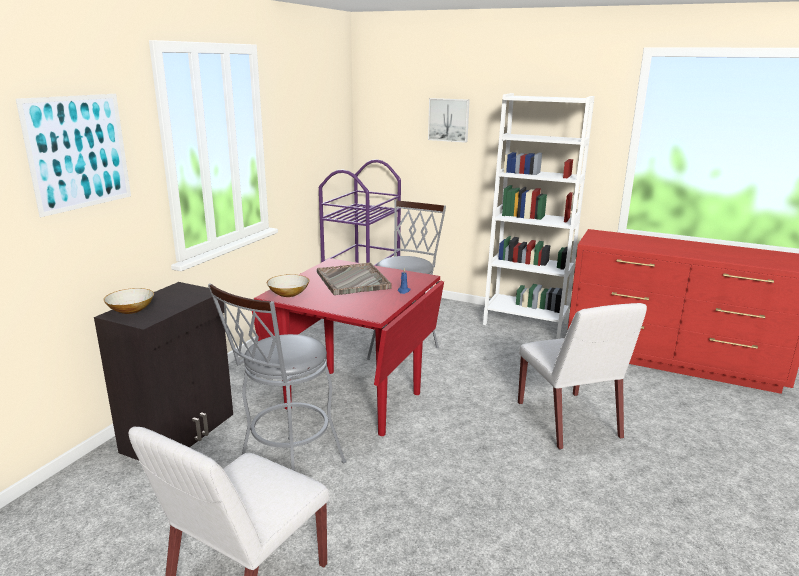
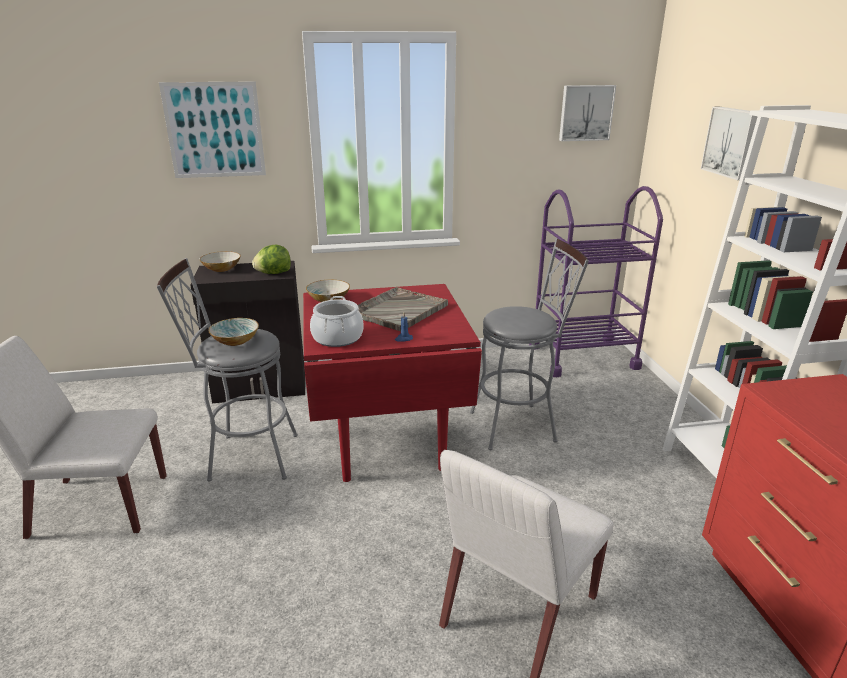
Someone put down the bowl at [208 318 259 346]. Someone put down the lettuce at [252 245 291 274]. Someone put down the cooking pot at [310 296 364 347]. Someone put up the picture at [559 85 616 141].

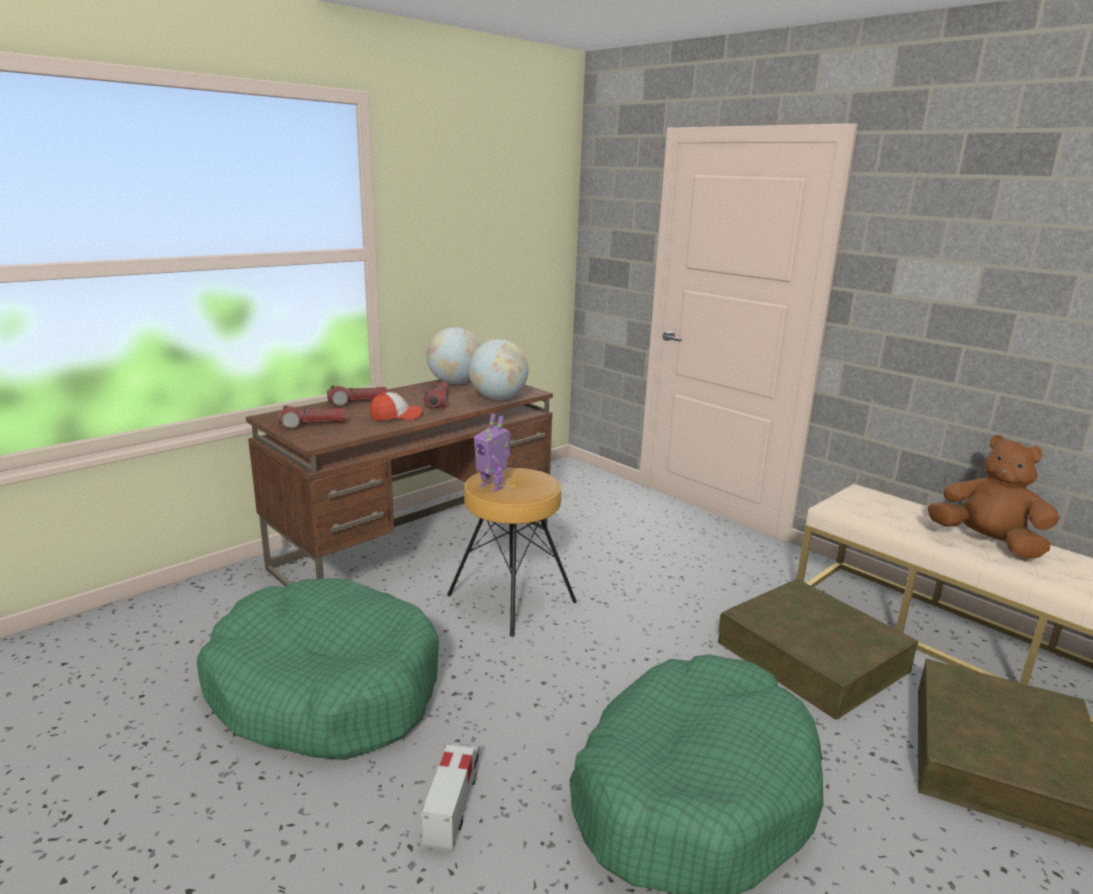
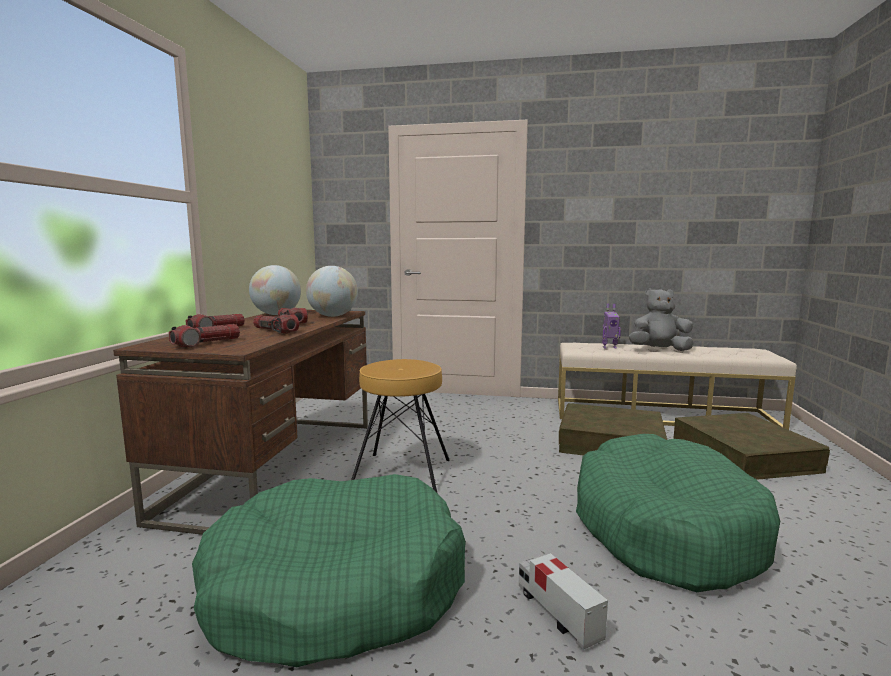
Someone swapped the cap at [370 392 422 421] for the flashlight at [253 315 299 334]. Someone carried the toy robot from [474 413 511 491] to [602 304 621 349]. Someone repainted the brown plush toy at [928 435 1059 558], which became the grey plush toy at [629 288 694 351].

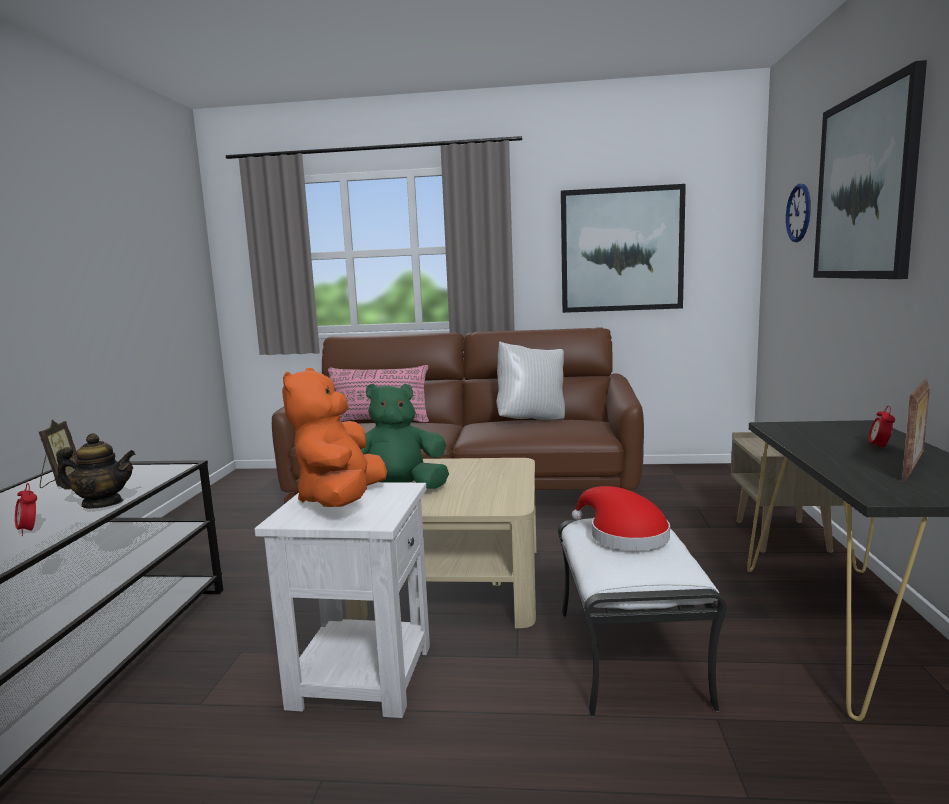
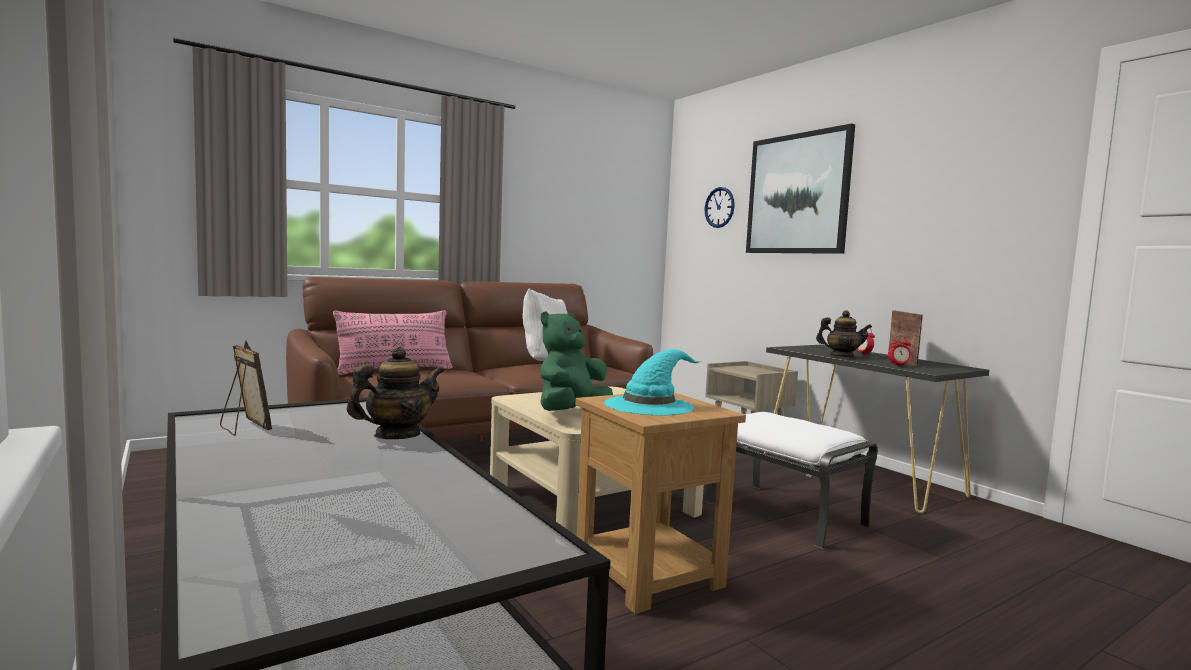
Someone repainted the white side table at [255 482 430 718], which became the brown side table at [575 393 746 614]. Someone swapped the orange plush toy at [282 368 387 507] for the turquoise hat at [604 349 703 415]. Someone put down the teapot at [816 310 872 357]. Someone carried the alarm clock from [15 483 37 536] to [888 336 911 367]. Someone took away the picture at [561 184 686 313]. Someone took away the red hat at [572 486 670 550].

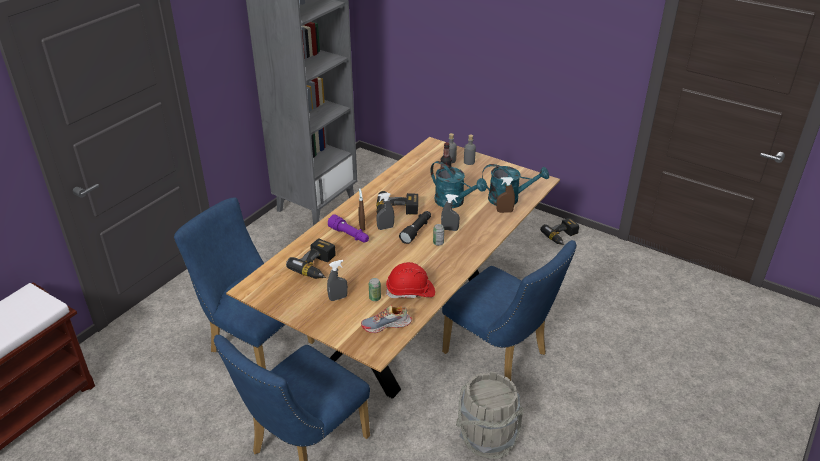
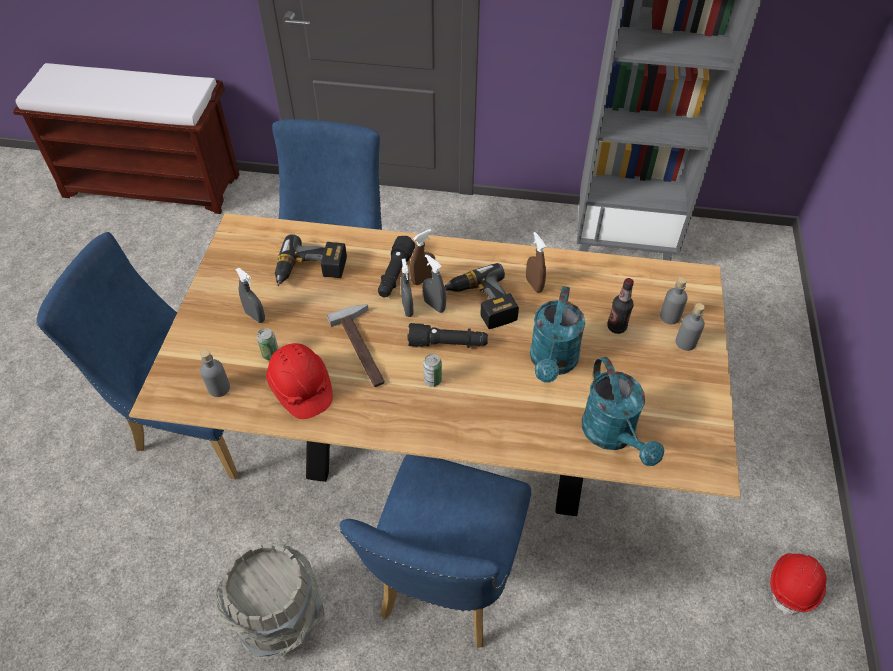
Someone swapped the shoe at [361 305 412 333] for the grey bottle at [200 349 230 397]. Someone put down the hammer at [327 304 384 387]. Someone repainted the purple flashlight at [328 214 369 242], which became the black flashlight at [378 236 415 297]. Someone carried the grey spray bottle from [441 194 460 231] to [401 259 414 317]. Someone carried the brown spray bottle from [497 177 515 213] to [526 232 546 293]. Someone swapped the power drill at [540 218 579 245] for the red hard hat at [770 553 826 615].

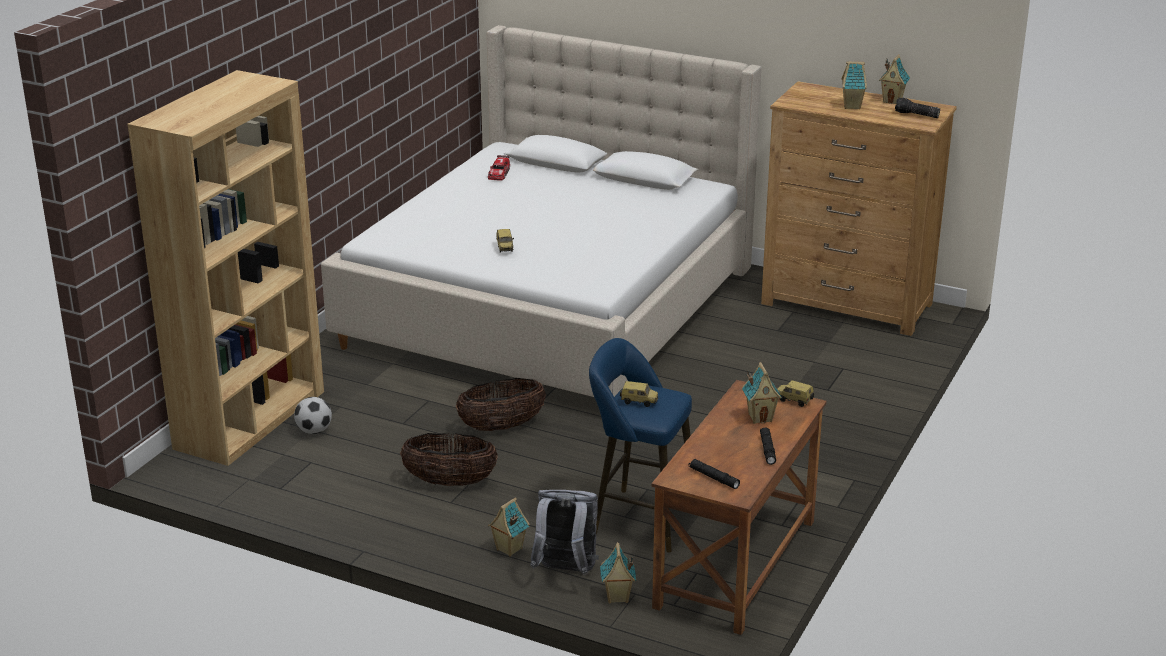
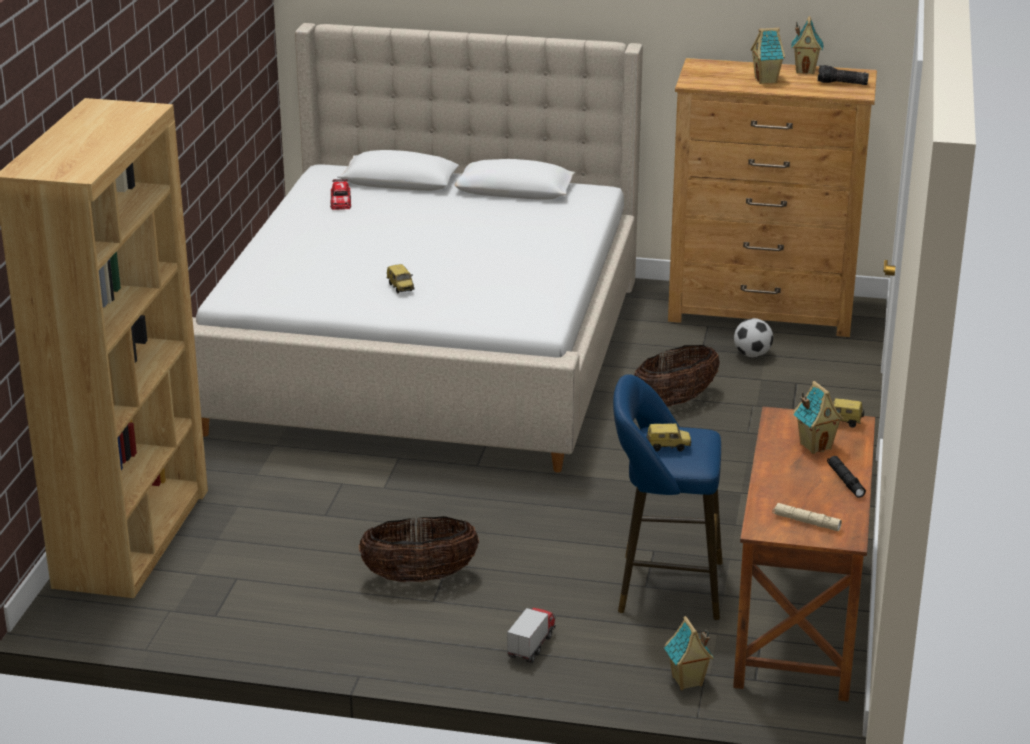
Someone swapped the toy house at [488 498 530 557] for the toy truck at [507 608 556 663]. Someone carried the basket from [456 378 546 431] to [634 345 720 407]. Someone carried the football from [294 397 332 434] to [734 318 773 357]. Someone repainted the black flashlight at [689 459 740 489], which became the beige flashlight at [772 503 842 531]. Someone took away the grey backpack at [530 490 599 575].

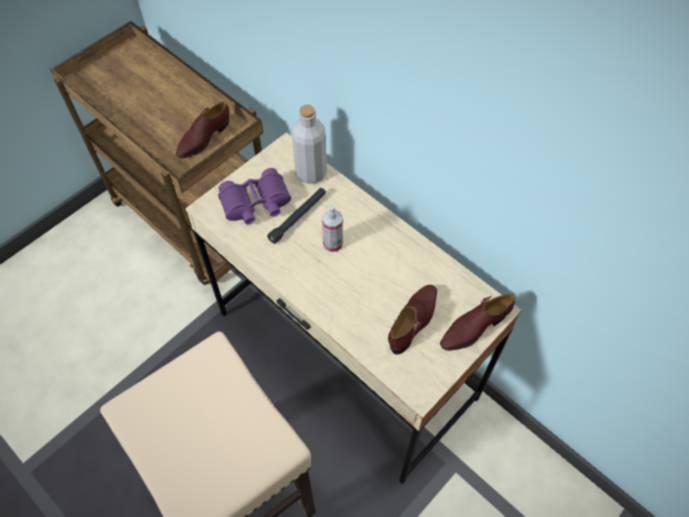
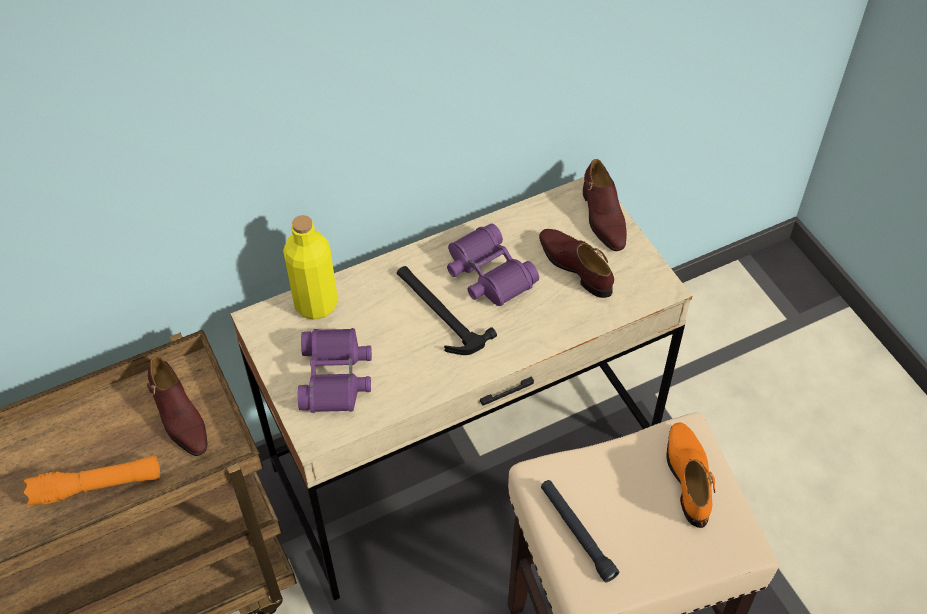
Someone put down the orange flashlight at [24 456 160 505]. Someone repainted the grey bottle at [292 105 327 184], which became the yellow bottle at [283 215 338 320]. Someone swapped the spray bottle at [322 205 343 252] for the hammer at [397 266 497 355]. Someone put down the purple binoculars at [447 223 539 306]. Someone carried the black flashlight from [267 188 326 244] to [541 480 619 582]. Someone put down the orange shoe at [667 422 715 528].

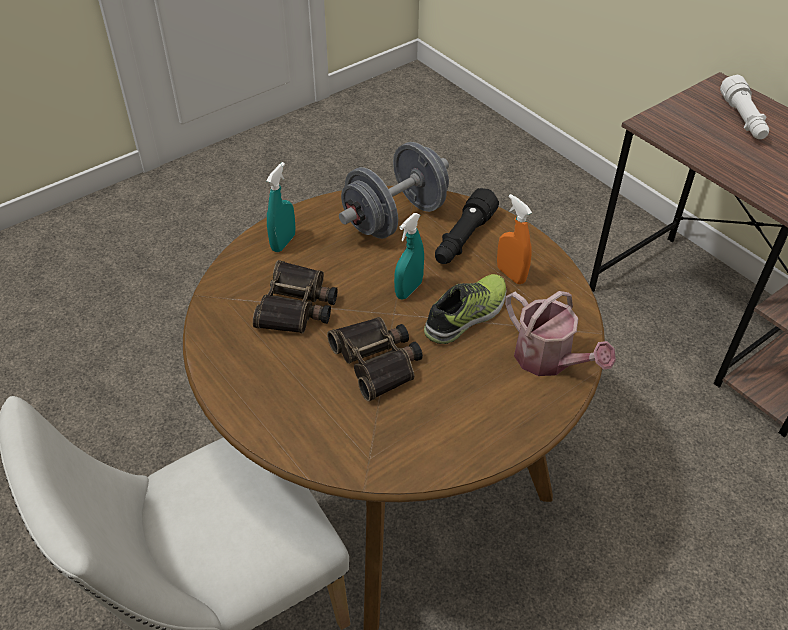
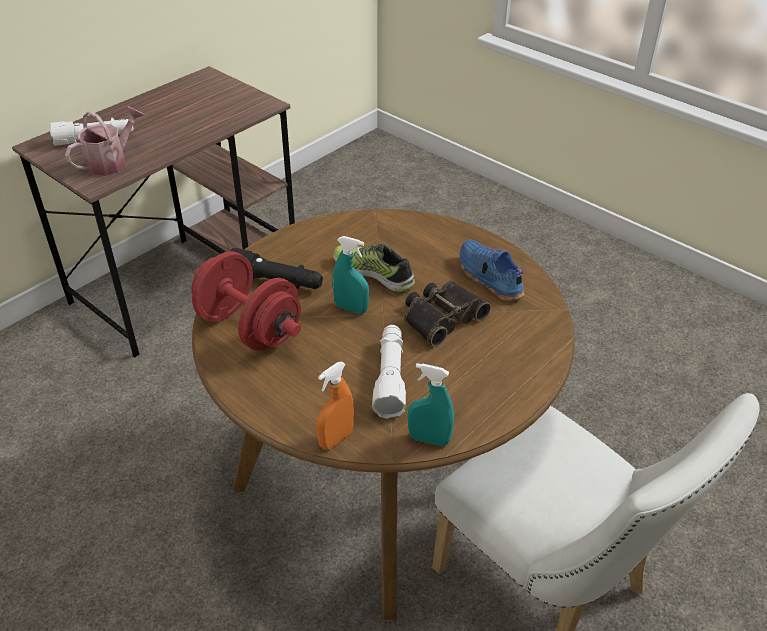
Someone carried the watering can from [505 291 616 376] to [65 106 144 176]. Someone repainted the grey dumbbell at [339 142 449 239], which became the red dumbbell at [191 251 301 351]. Someone carried the orange spray bottle from [497 194 532 284] to [317 362 354 450]. Someone swapped the binoculars at [253 260 338 334] for the white flashlight at [372 325 406 419]. Someone carried the turquoise spray bottle from [266 162 295 252] to [408 363 454 446]. Someone put down the blue shoe at [459 240 525 301].

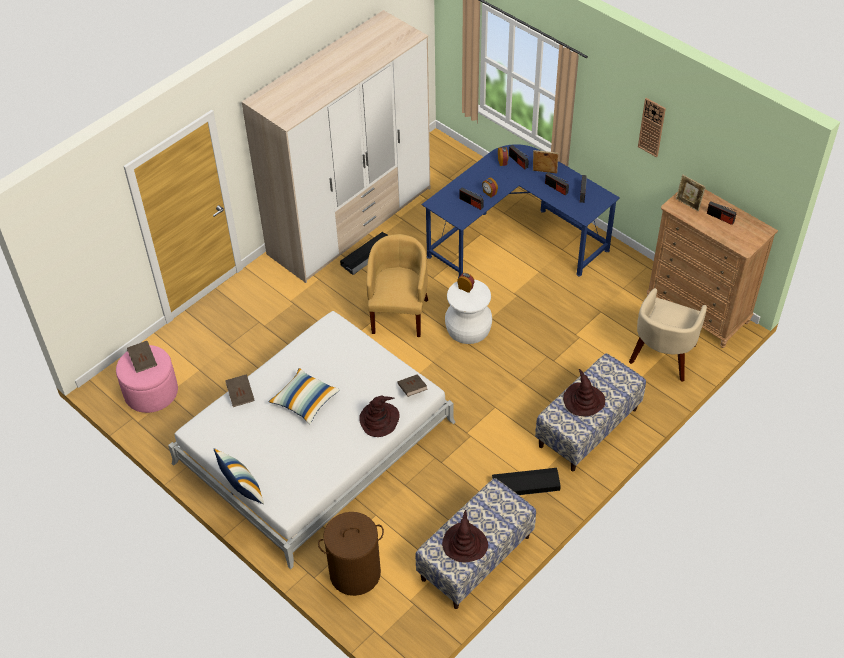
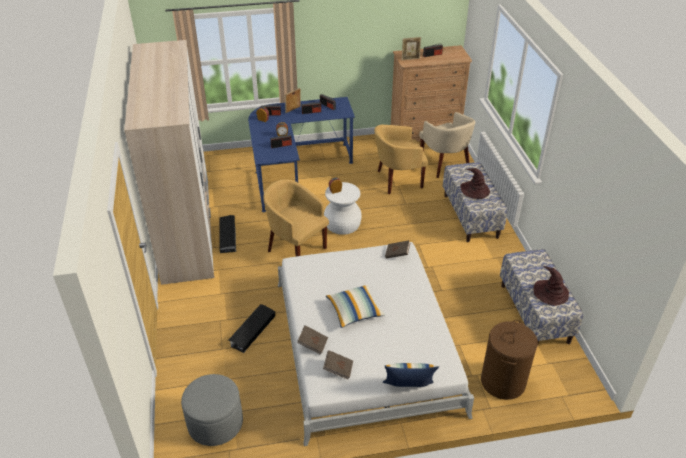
Someone repainted the pink ottoman at [116 345 178 413], which became the grey ottoman at [181 374 243 446]. Someone carried the black storage box from [492 468 561 495] to [228 304 275 353]. Someone carried the brown book from [127 341 157 373] to [323 350 353 379]. Someone put down the yellow armchair at [374 125 428 194]. Someone took away the brown hat at [359 396 400 437]. Someone took away the wall clock at [638 98 666 157].

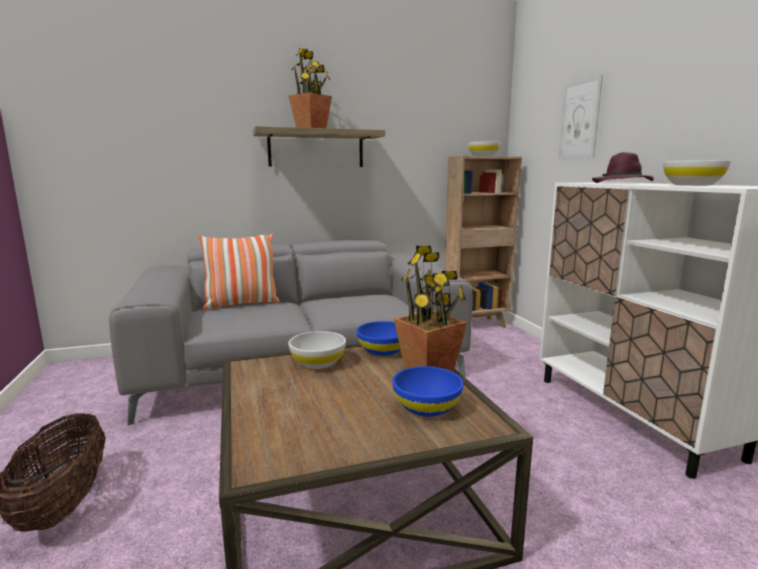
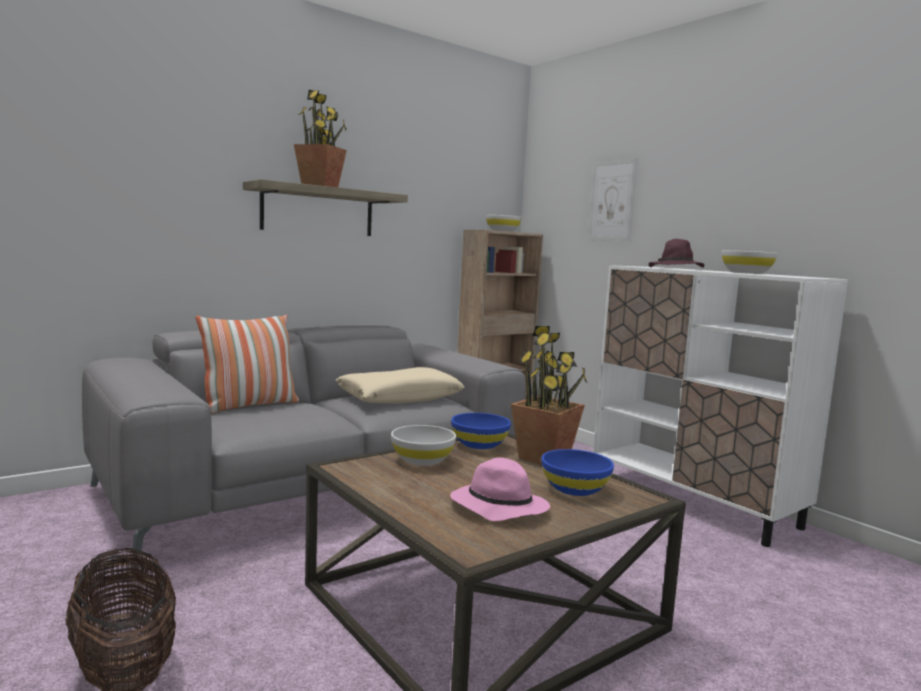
Someone put down the beige pillow at [336 367 464 403]. Someone put down the pink hat at [450 457 550 521].

